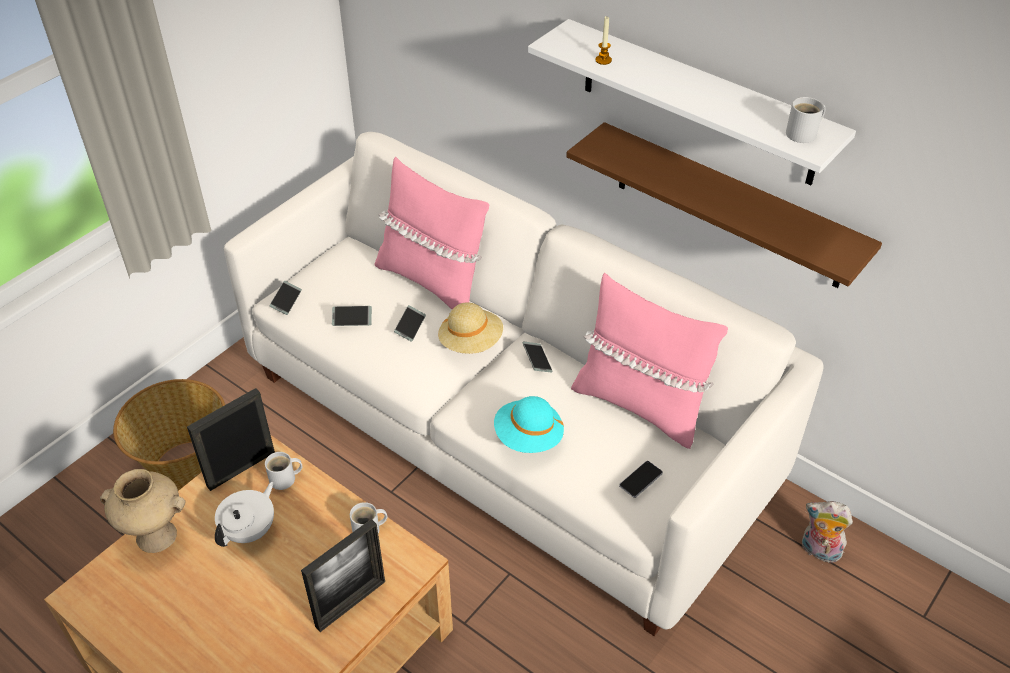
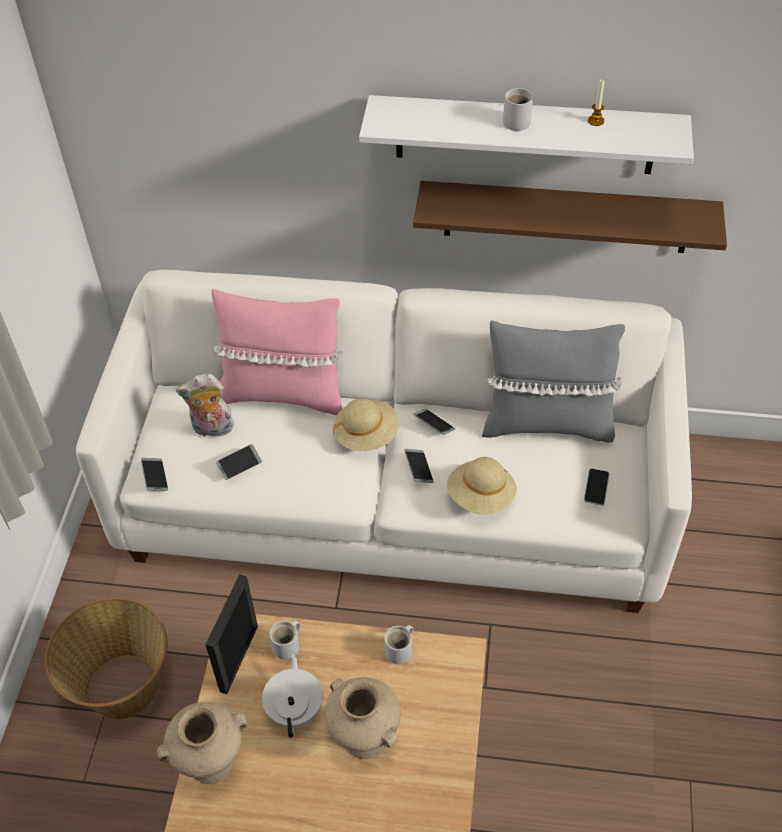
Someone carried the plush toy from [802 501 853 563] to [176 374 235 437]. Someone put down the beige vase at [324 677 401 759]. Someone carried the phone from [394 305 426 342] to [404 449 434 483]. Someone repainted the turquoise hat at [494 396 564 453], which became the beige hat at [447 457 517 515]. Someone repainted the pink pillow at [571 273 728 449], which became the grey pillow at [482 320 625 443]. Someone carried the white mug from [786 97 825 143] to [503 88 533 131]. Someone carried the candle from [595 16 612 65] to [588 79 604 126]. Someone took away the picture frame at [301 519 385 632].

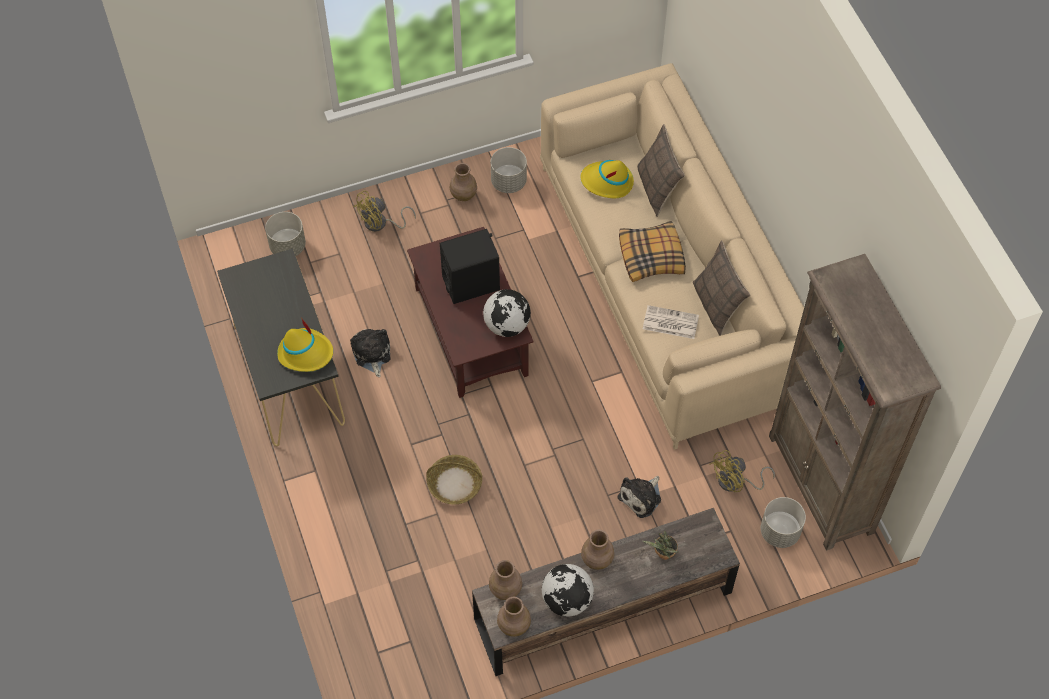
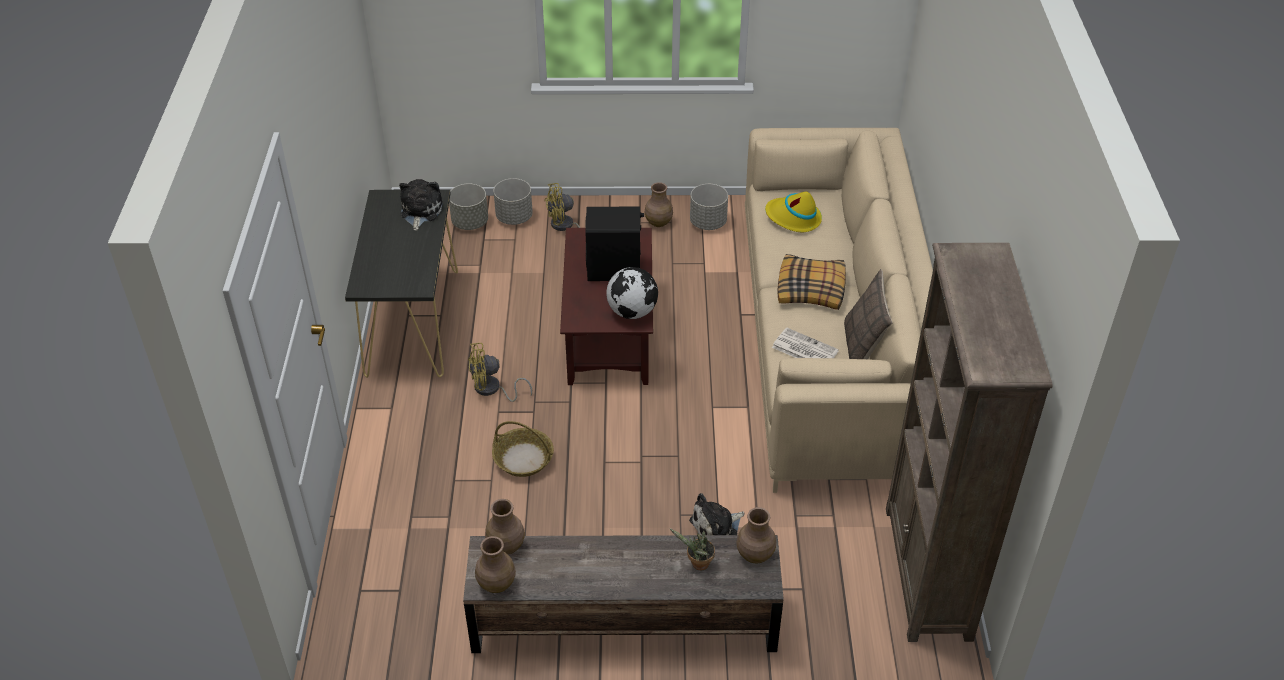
Someone carried the plush toy from [350 329 390 377] to [399 179 443 231]. Someone carried the yellow fan from [709 450 775 492] to [468 343 532 402]. Someone carried the grey planter from [761 497 806 548] to [493 178 533 225]. Someone carried the brown vase from [581 530 614 570] to [736 507 776 563]. Someone took away the yellow hat at [277 317 333 372]. Someone took away the globe at [542 564 594 617]. Someone took away the pillow at [637 124 685 217].

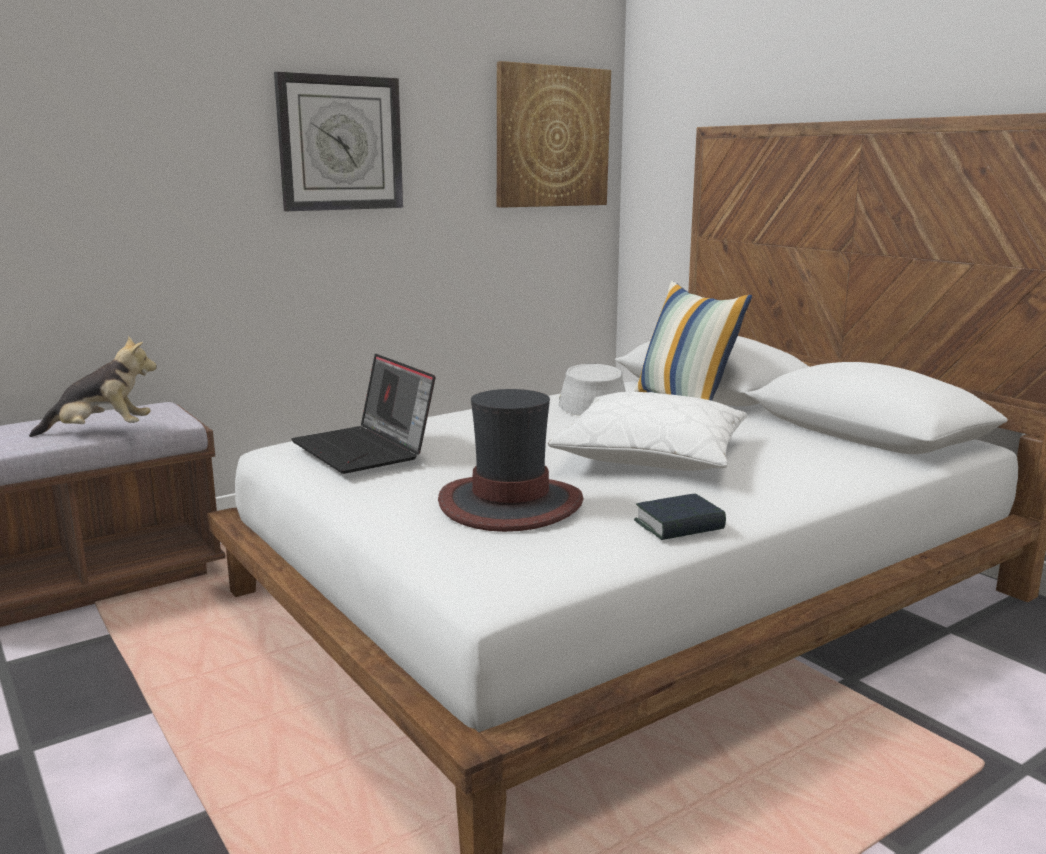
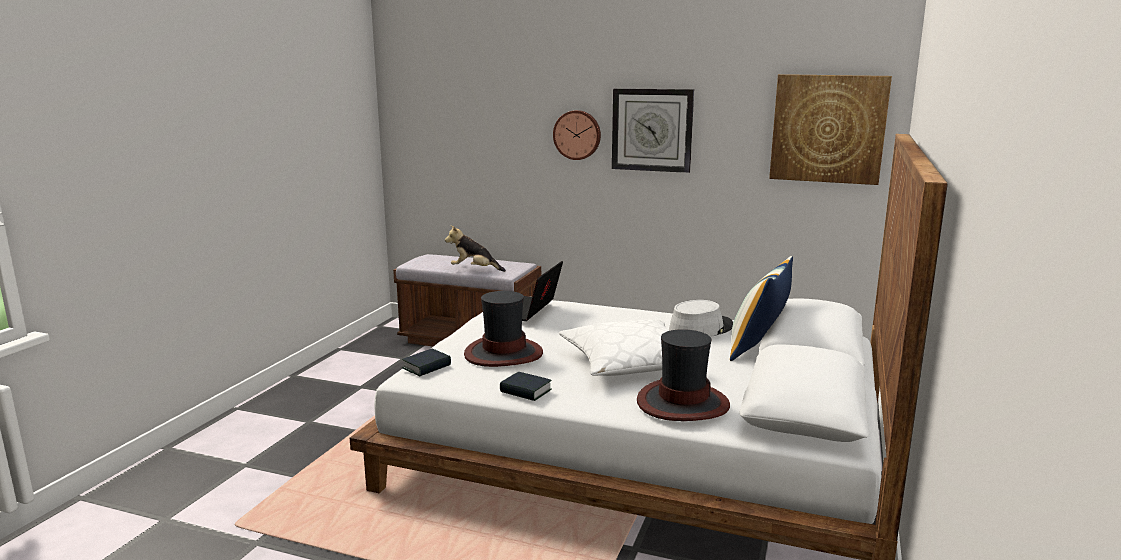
Someone put down the book at [402 349 451 376]. Someone rotated the plush toy at [29 336 157 437] by 150 degrees clockwise. Someone put up the wall clock at [553 110 601 160]. Someone put down the hat at [637 329 730 421].

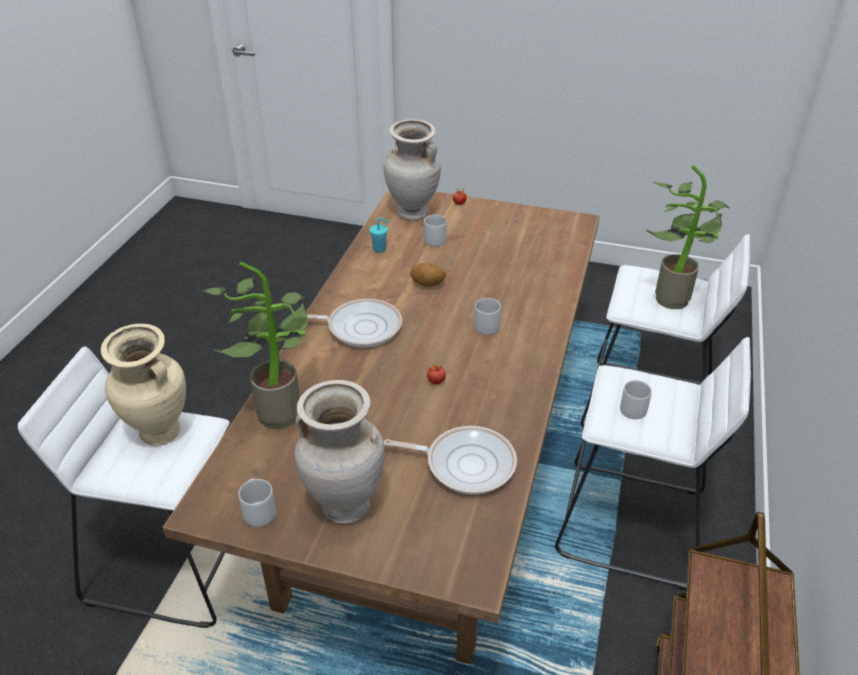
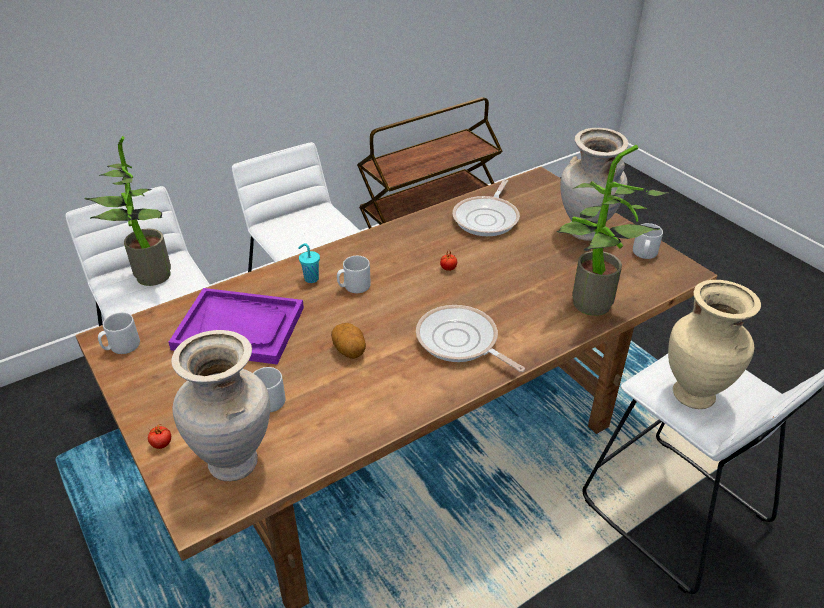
Someone carried the grey mug from [620 380 652 419] to [98 312 140 354]. Someone put down the purple tray at [168 288 304 365]. Someone carried the turquoise cup from [369 217 389 253] to [298 243 320 283]. Someone rotated the frying pan at [384 426 517 495] by 120 degrees counterclockwise.

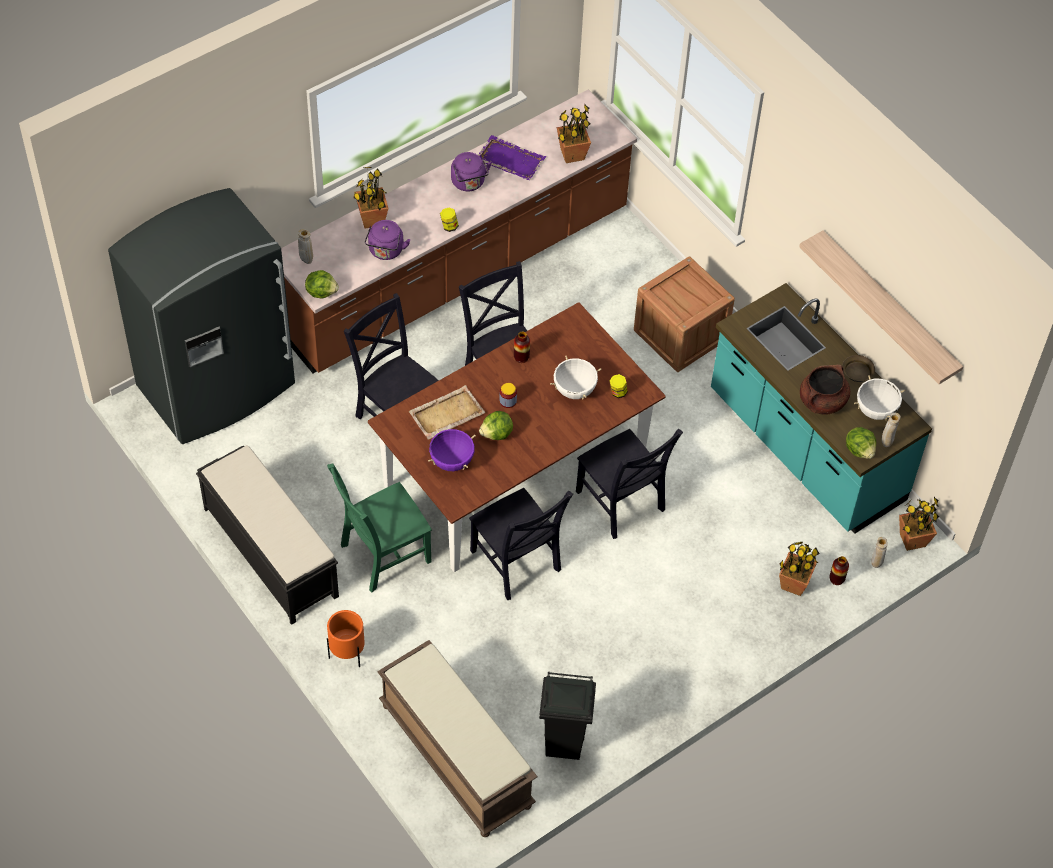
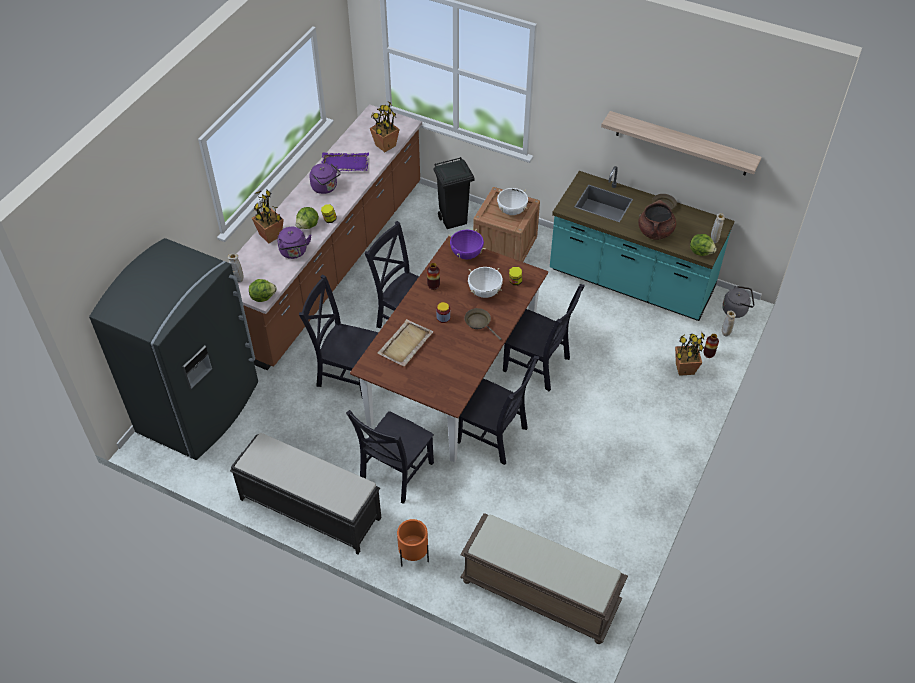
Someone carried the lettuce from [479 411 513 440] to [296 207 319 229]. Someone repainted the green chair at [327 464 432 592], which became the black chair at [346 410 434 504]. Someone carried the black trash can from [539 672 596 760] to [433 157 474 229]. Someone carried the purple cooking pot from [428 429 476 471] to [448 229 486 259]. Someone put down the brown frying pan at [464 308 502 340]. Someone carried the white cooking pot from [854 375 905 420] to [497 188 528 215]. Someone swapped the potted plant at [899 497 939 551] for the grey kettle at [722 286 754 318].

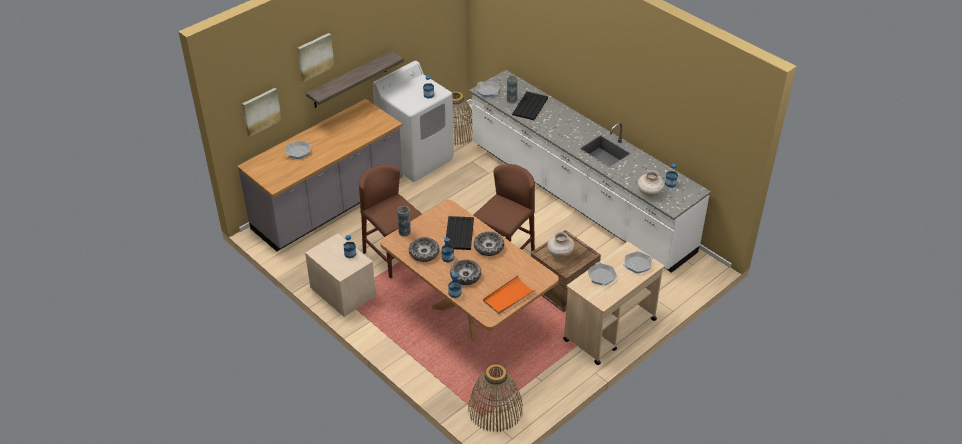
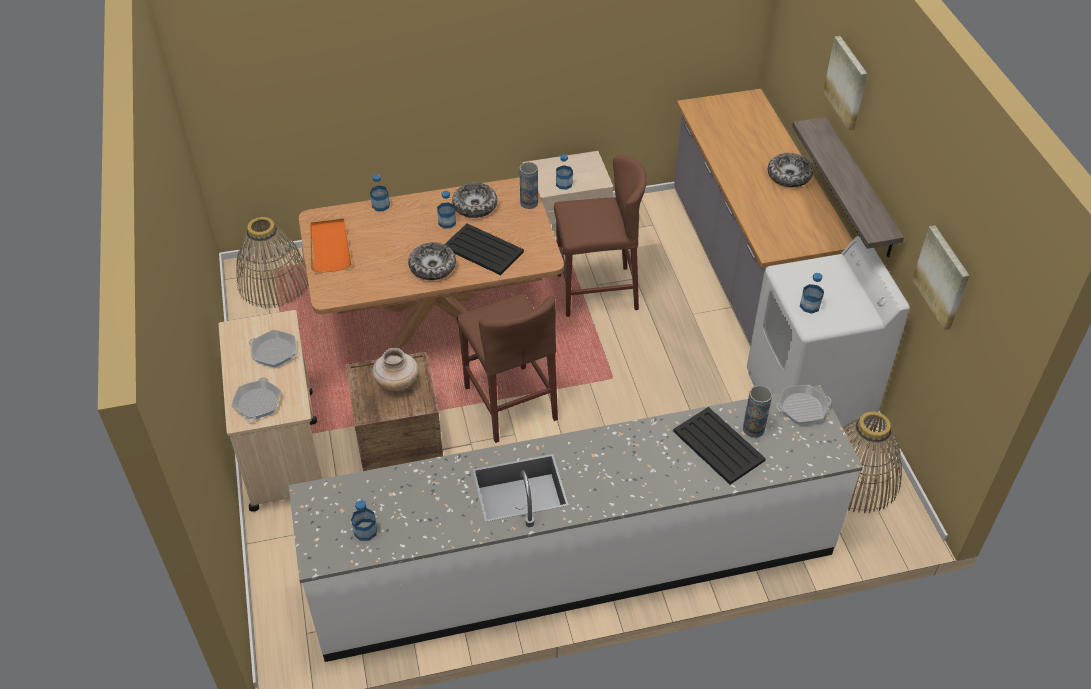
Someone carried the bowl from [450 259 482 285] to [768 153 813 187]. Someone carried the picture from [242 88 282 137] to [912 225 970 330]. Someone took away the frying pan at [285 141 311 159]. Someone took away the beige vase at [637 170 664 196].

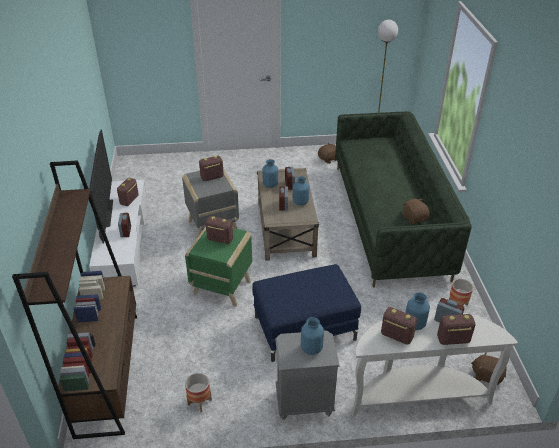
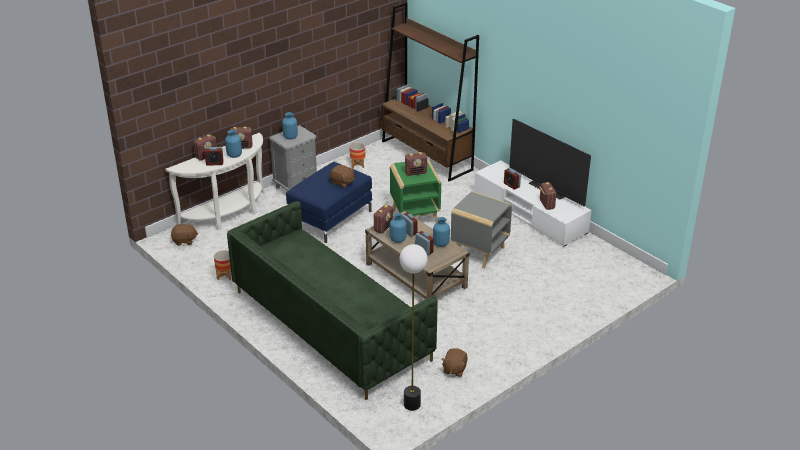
Someone carried the brown plush toy from [403 199 430 225] to [330 165 355 188]. Someone carried the radio from [199 156 224 181] to [374 205 393 234].

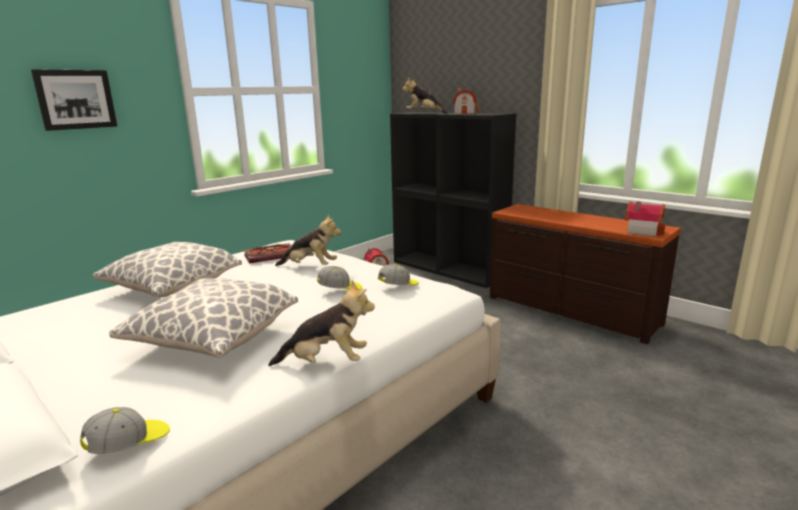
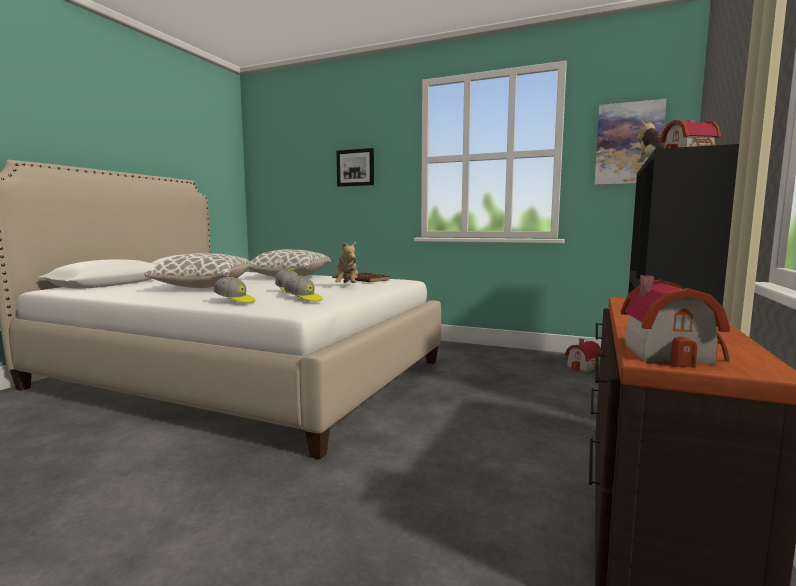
Someone carried the cap from [80 407 170 454] to [214 277 255 303]. Someone put up the picture at [594 99 666 185]. Someone took away the plush toy at [268 280 375 366].

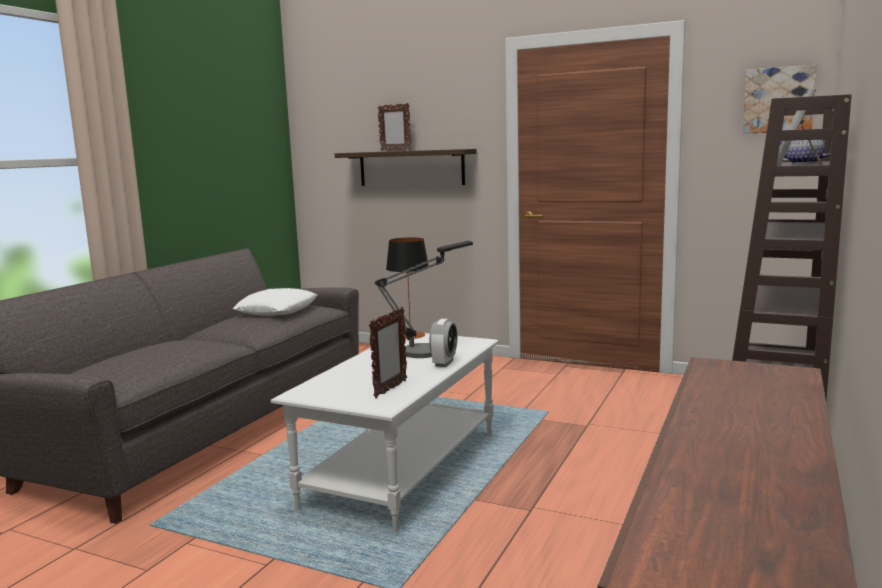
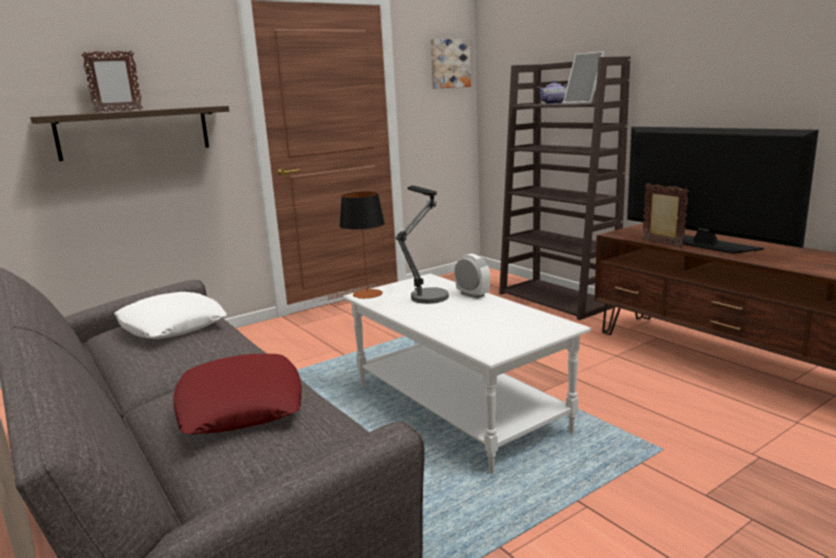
Someone put down the red pillow at [173 354 302 434]. Someone put down the television at [627 127 819 254]. Someone carried the picture frame from [369 307 407 398] to [642 183 689 248].

